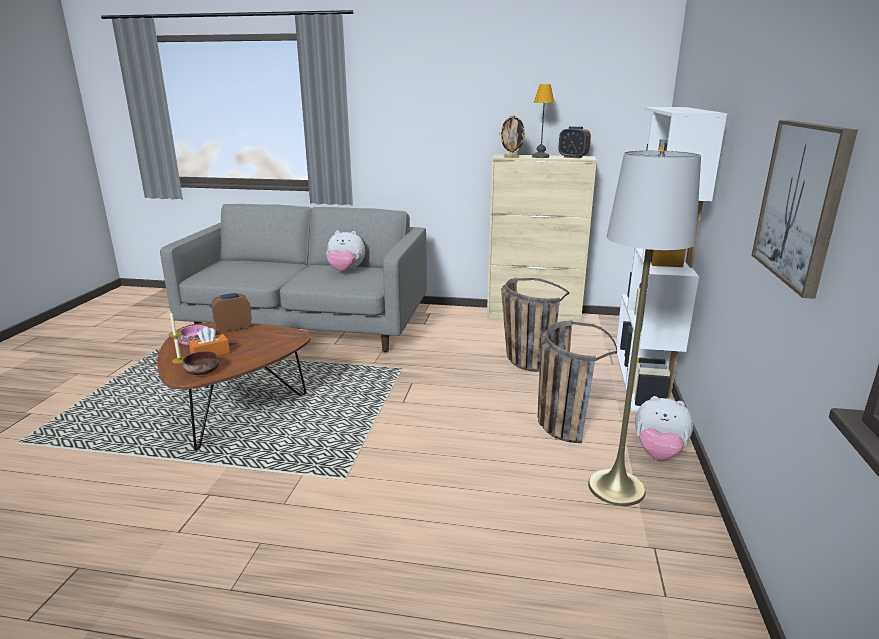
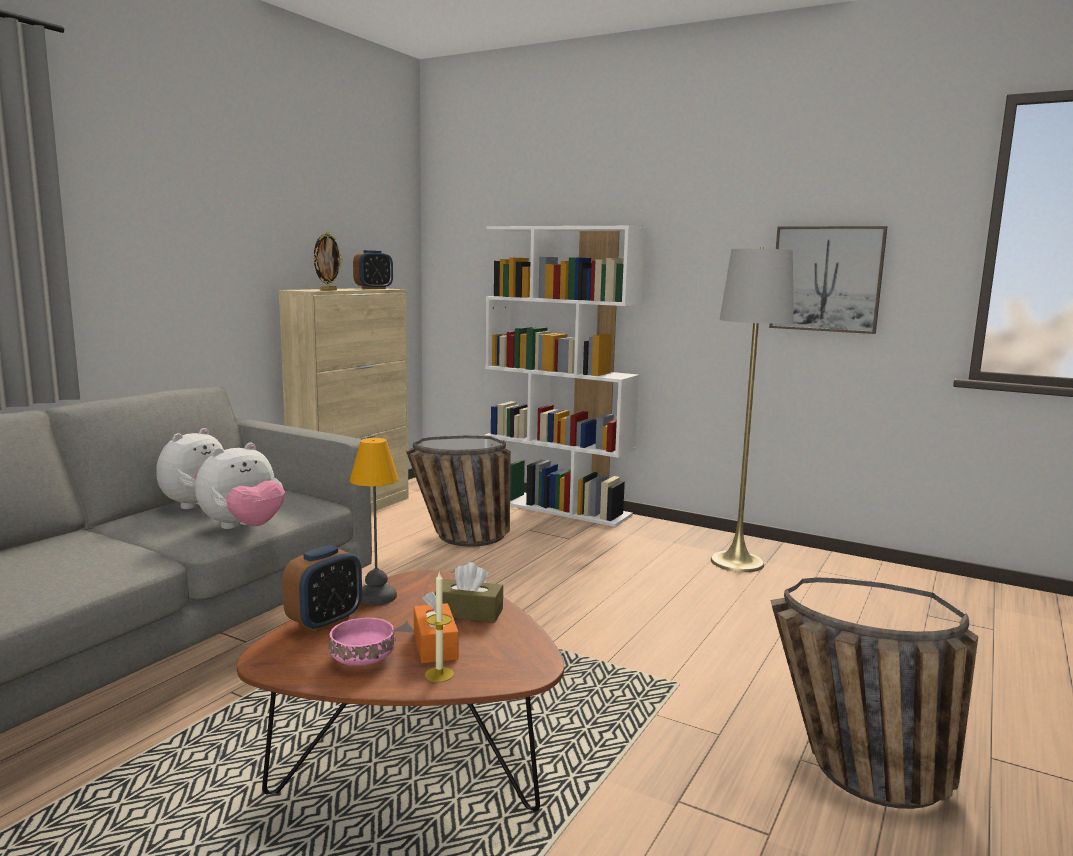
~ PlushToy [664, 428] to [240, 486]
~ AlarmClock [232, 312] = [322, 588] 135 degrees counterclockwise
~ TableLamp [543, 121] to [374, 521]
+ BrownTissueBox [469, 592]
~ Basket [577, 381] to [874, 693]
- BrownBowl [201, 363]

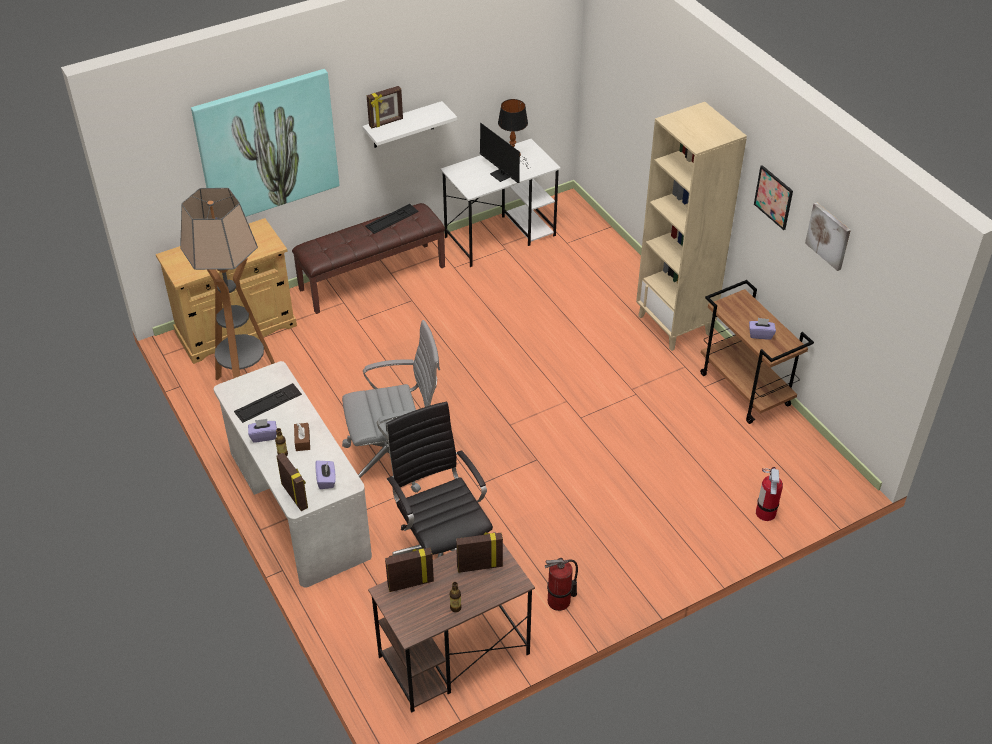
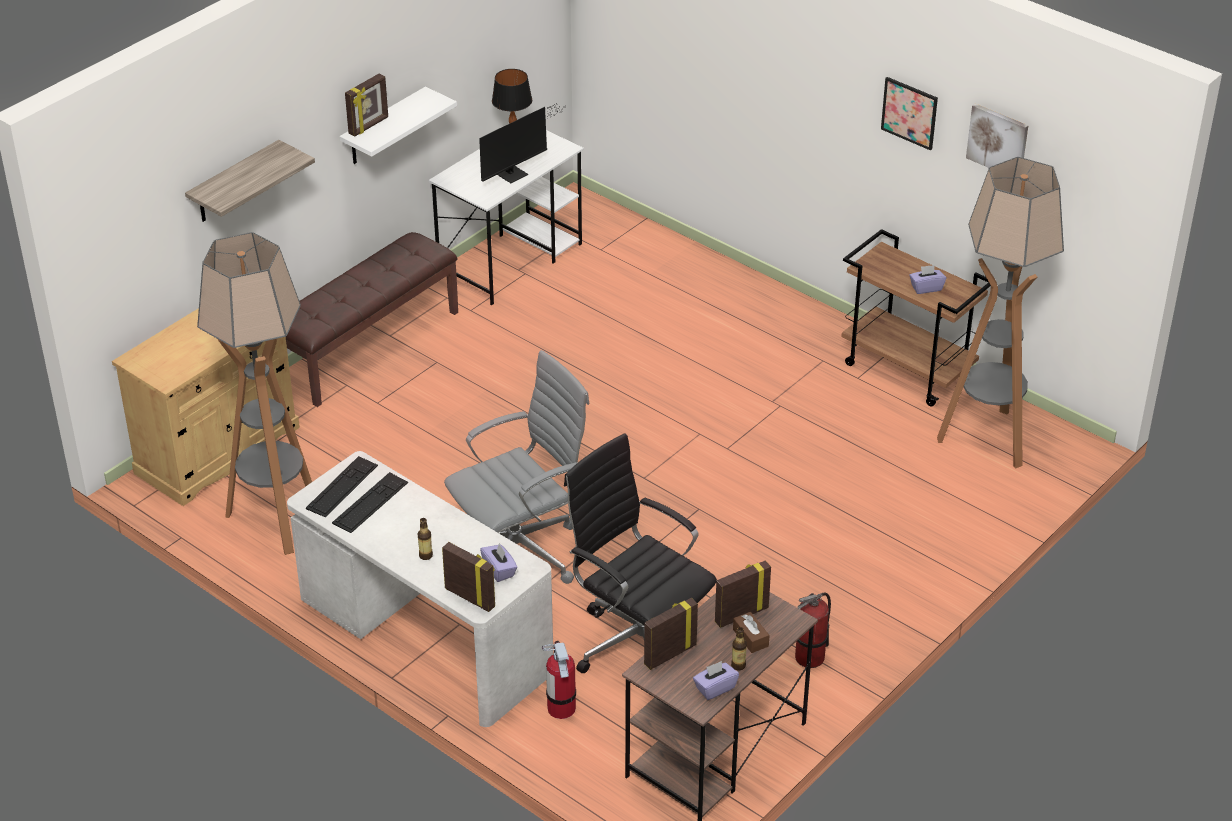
~ Picture [265, 143] to Shelf [250, 181]
~ Keyboard [392, 219] to [342, 486]
~ Monitor [503, 153] = [520, 143] 75 degrees counterclockwise
~ FireExtinguisher [769, 494] to [559, 680]
~ PurpleTissueBox [262, 431] to [716, 680]
~ BrownTissueBox [302, 437] to [751, 632]
+ FloorLamp [1000, 312]
- BeigeBookcase [691, 226]

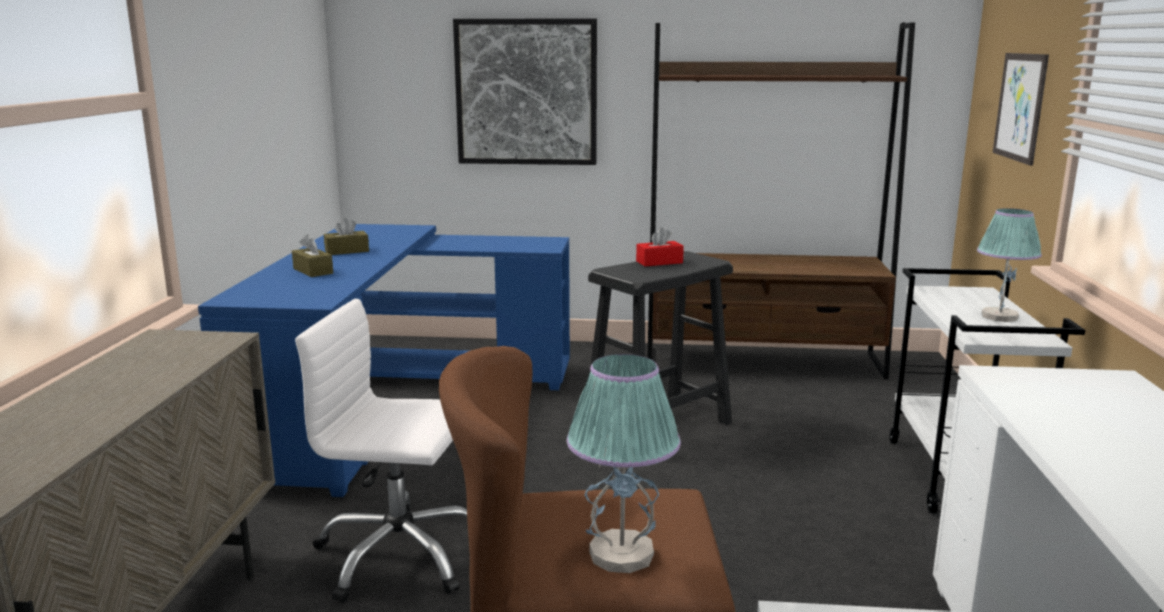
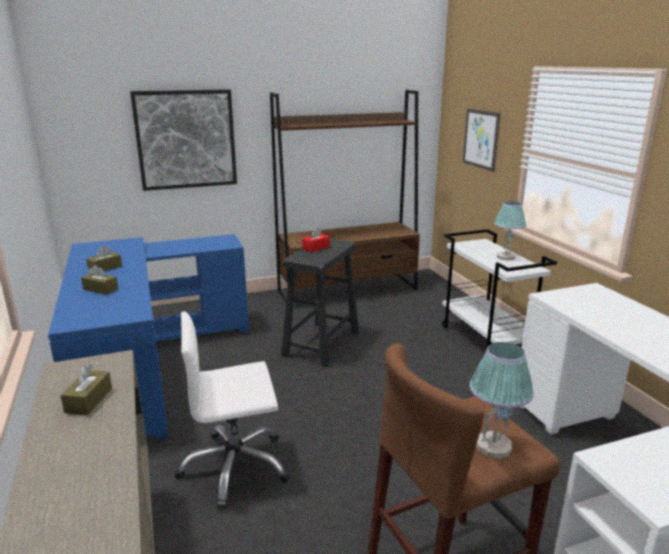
+ BrownTissueBox [86, 389]

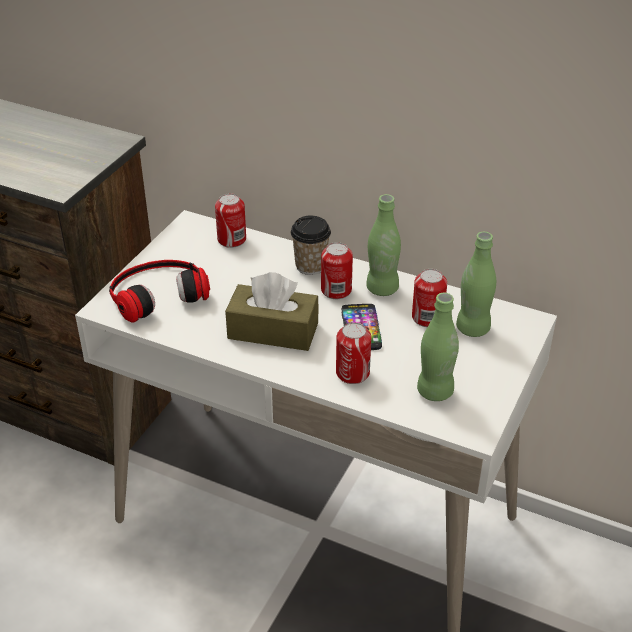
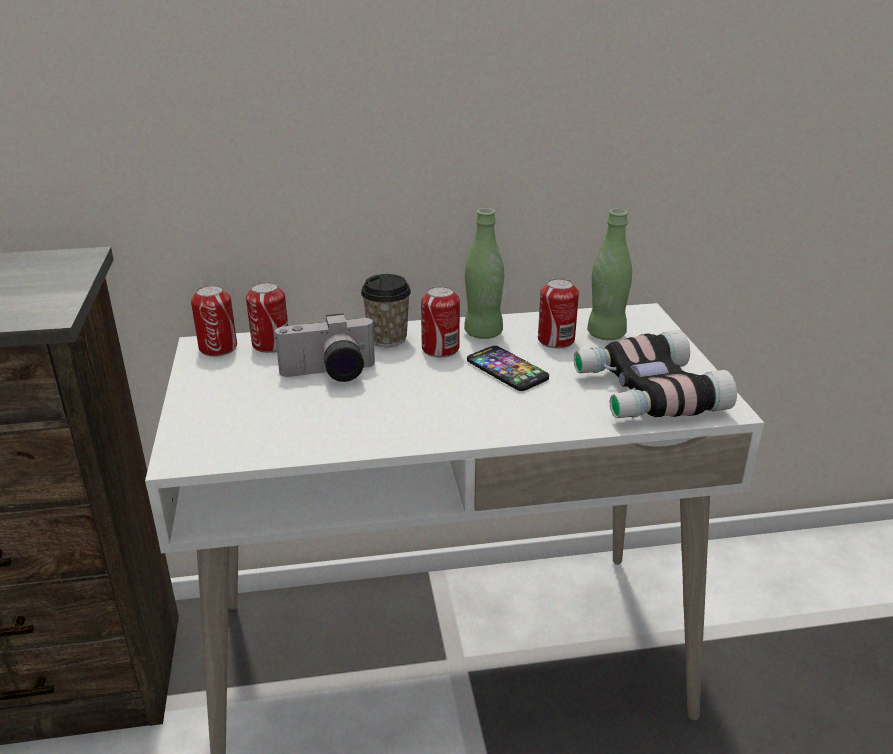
~ Can [353, 353] to [214, 320]
+ PhotoCamera [325, 347]
~ GreenBottle [438, 347] to Binoculars [655, 374]
- Headphones [159, 291]
- BrownTissueBox [272, 311]

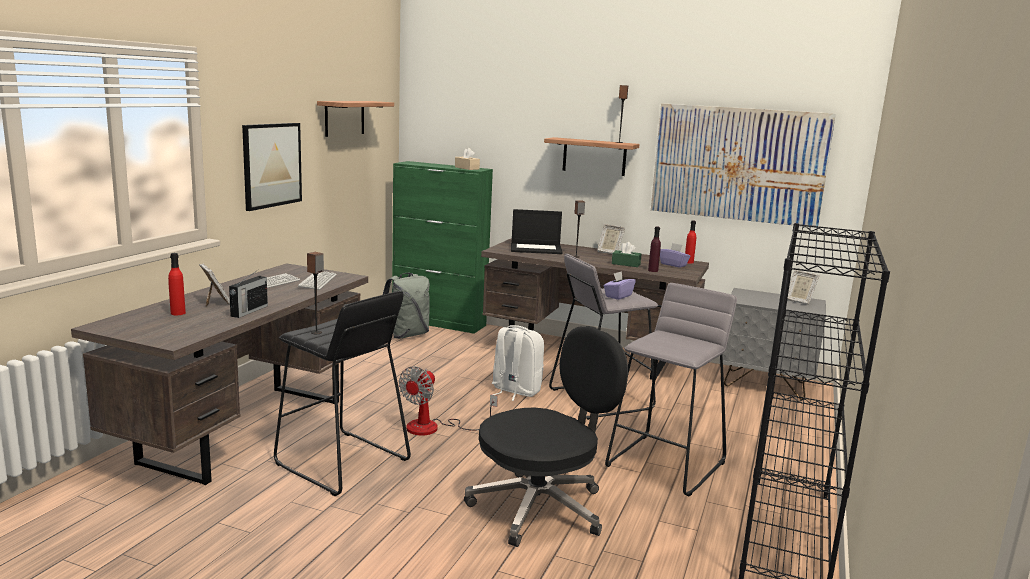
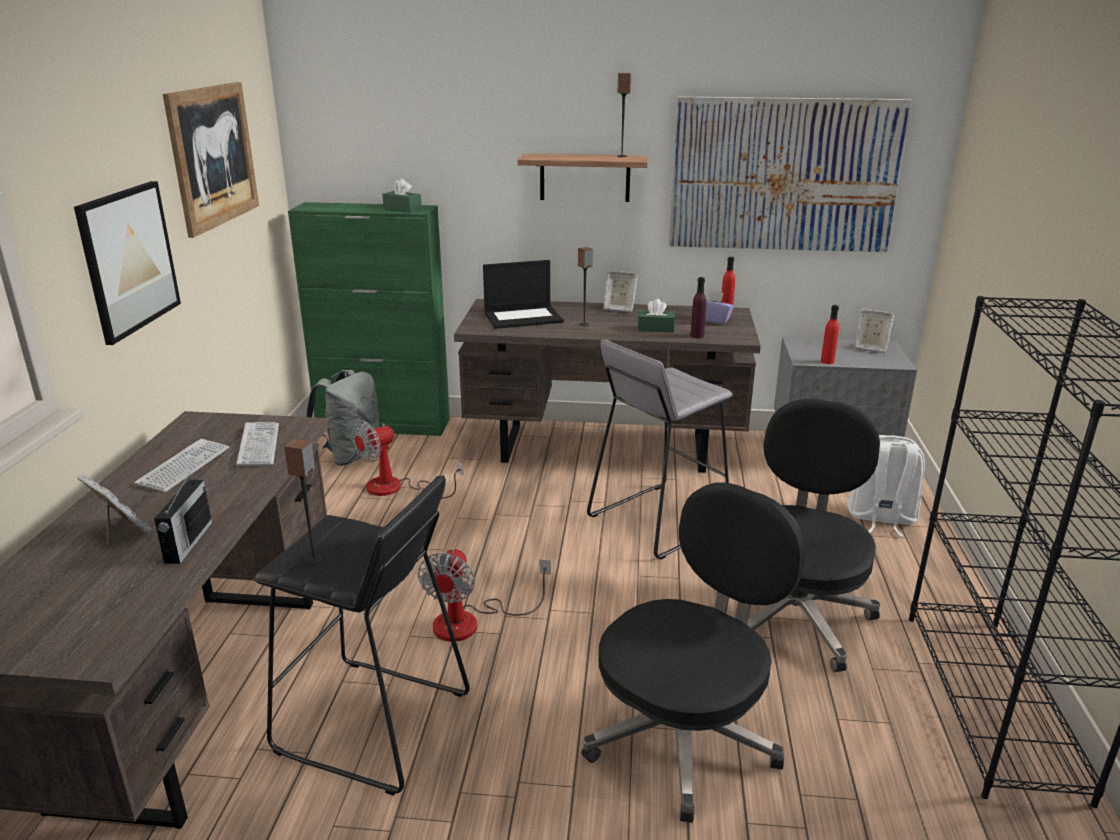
~ Shelf [355, 119] to Picture [211, 160]
+ Fan [407, 459]
~ BeigeTissueBox [467, 159] to GreenTissueBox [402, 196]
~ GreyStool [671, 390] to BlackOfficeChair [813, 535]
~ RedBottle [177, 284] to [830, 334]
~ WhiteBackpack [518, 363] to [886, 486]
- PurpleTissueBox [620, 285]

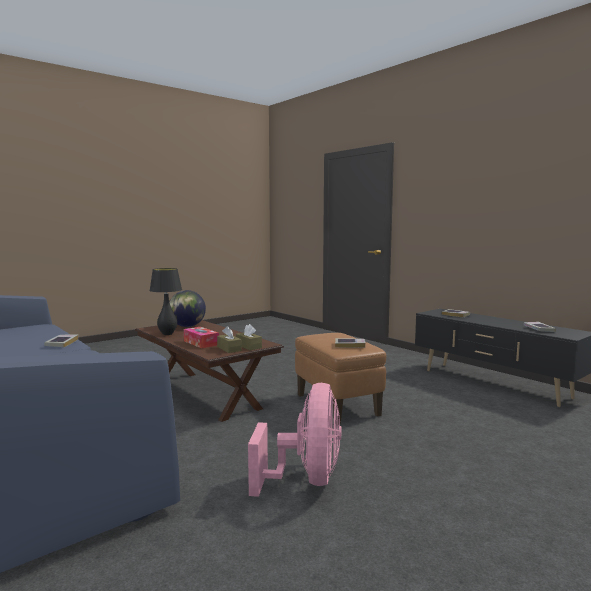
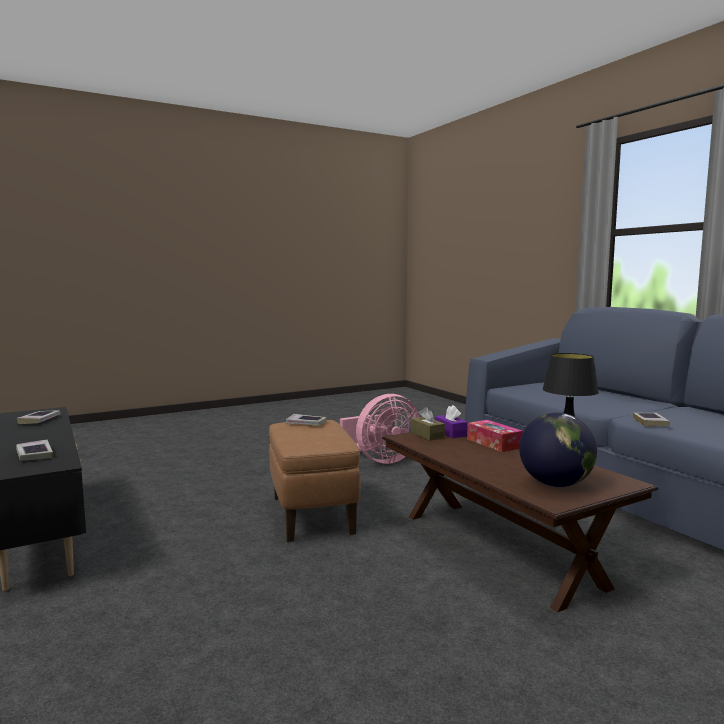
~ PinkFan [294, 440] = [379, 429] 135 degrees counterclockwise
~ BrownTissueBox [229, 339] to PurpleTissueBox [451, 421]

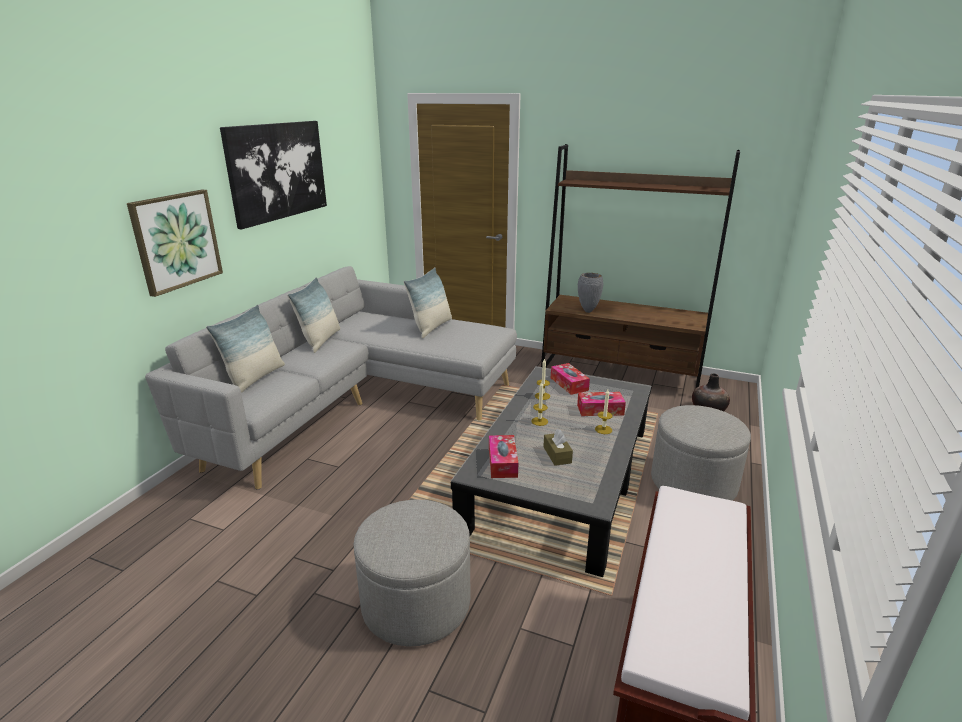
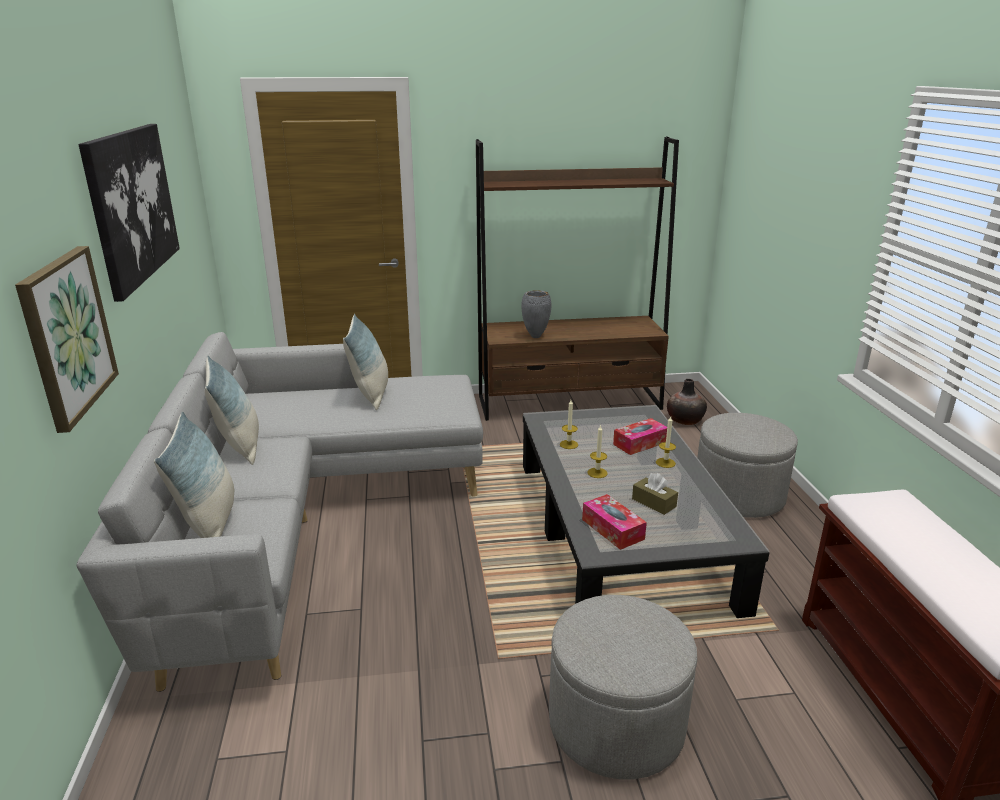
- TissueBox [570, 379]

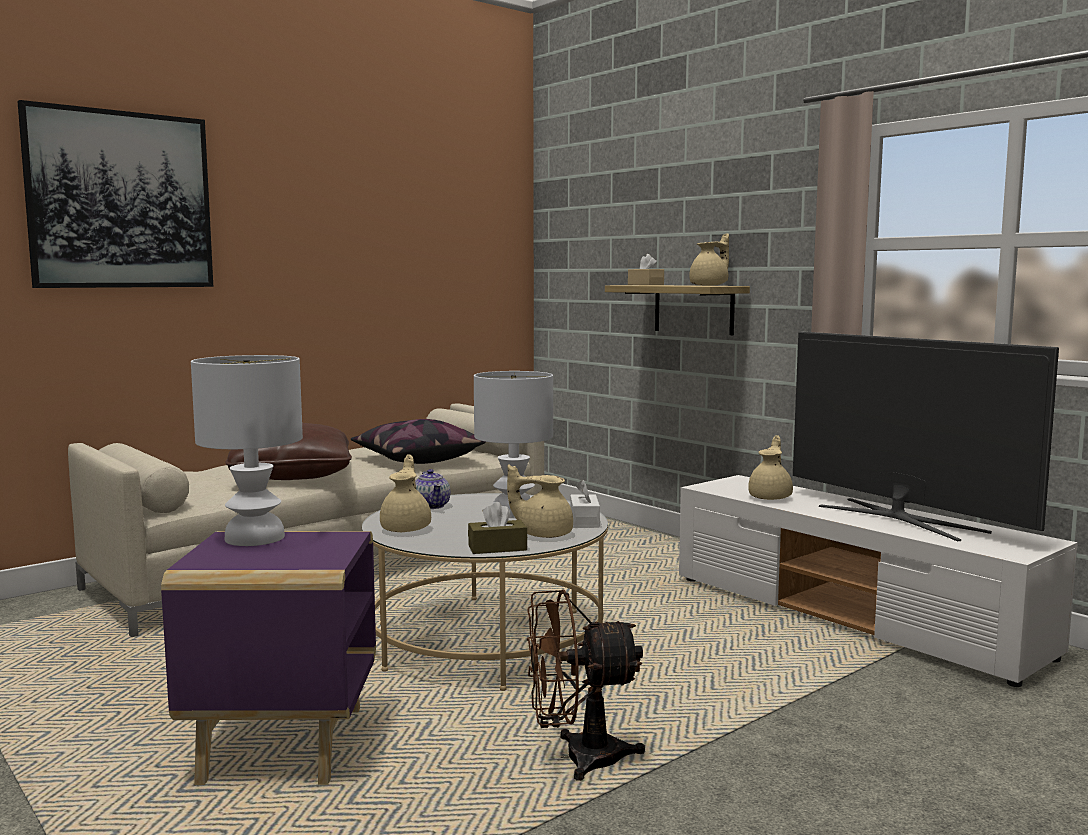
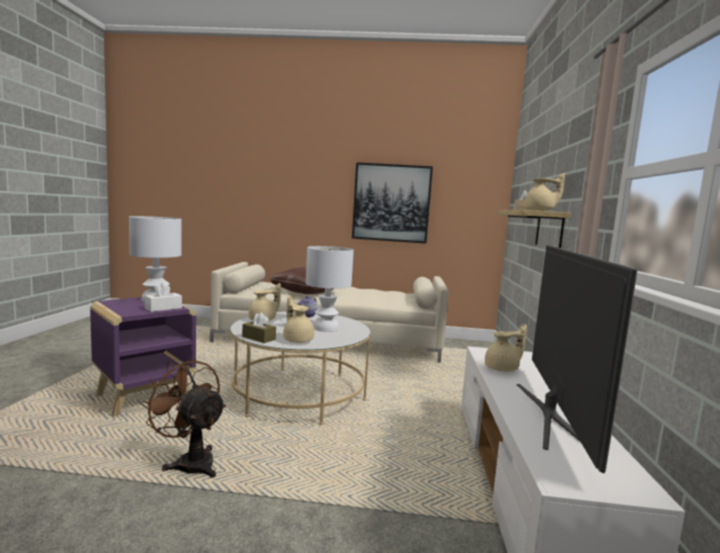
~ WhiteTissueBox [585, 503] to [163, 297]
~ Picture [115, 194] to [392, 202]
- Pillow [418, 441]

